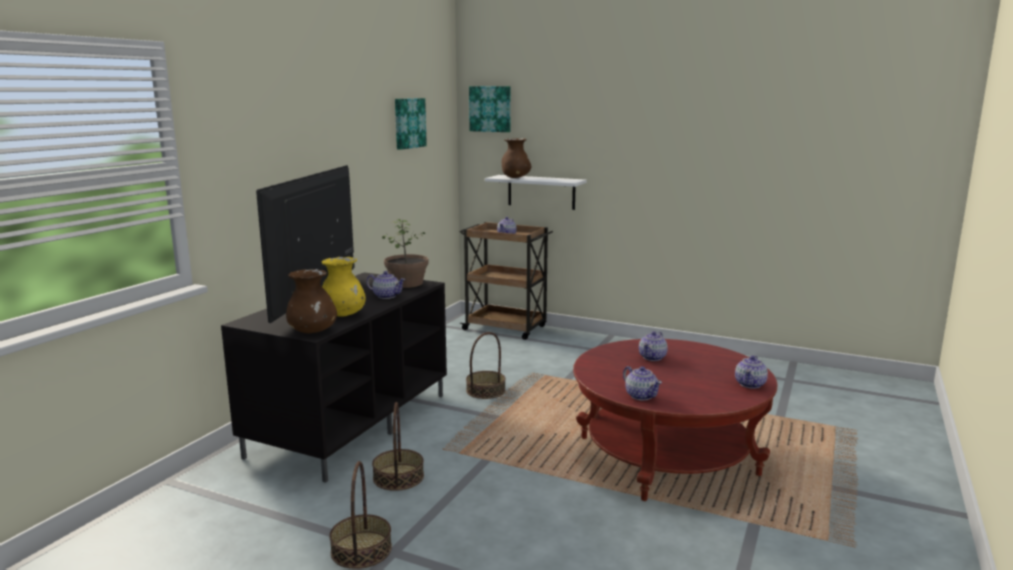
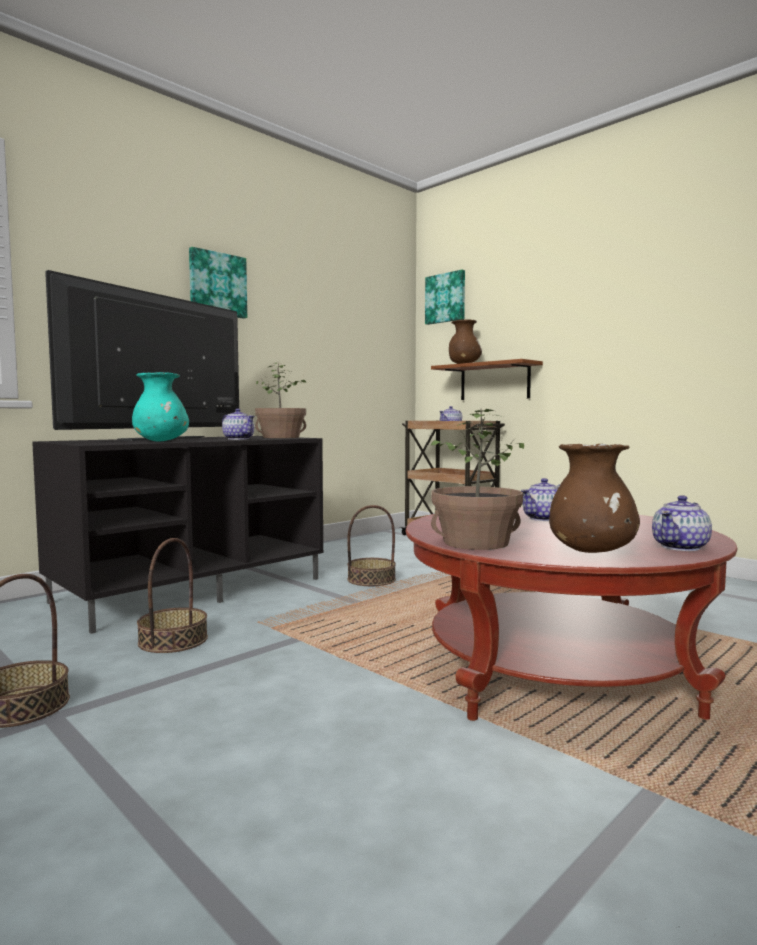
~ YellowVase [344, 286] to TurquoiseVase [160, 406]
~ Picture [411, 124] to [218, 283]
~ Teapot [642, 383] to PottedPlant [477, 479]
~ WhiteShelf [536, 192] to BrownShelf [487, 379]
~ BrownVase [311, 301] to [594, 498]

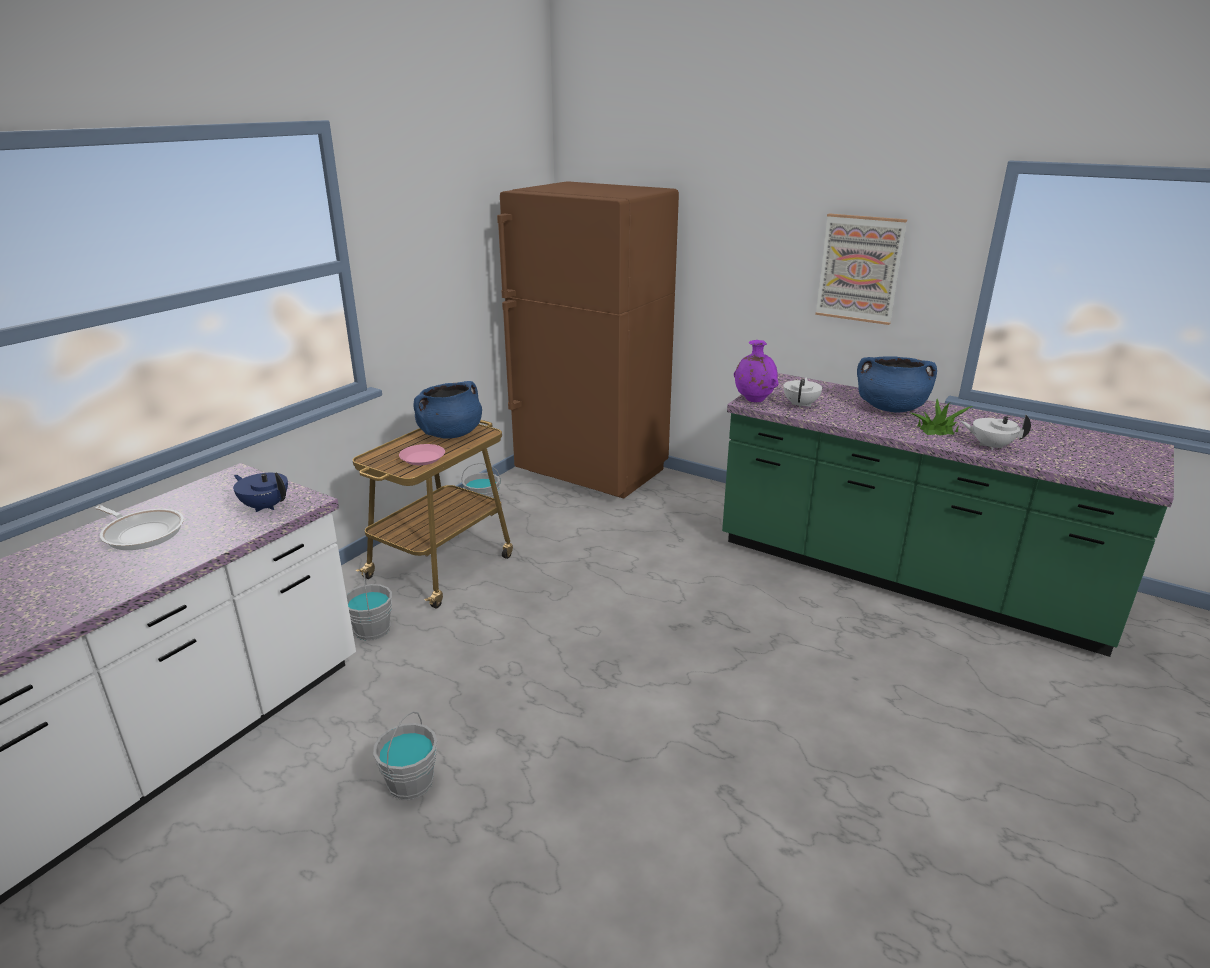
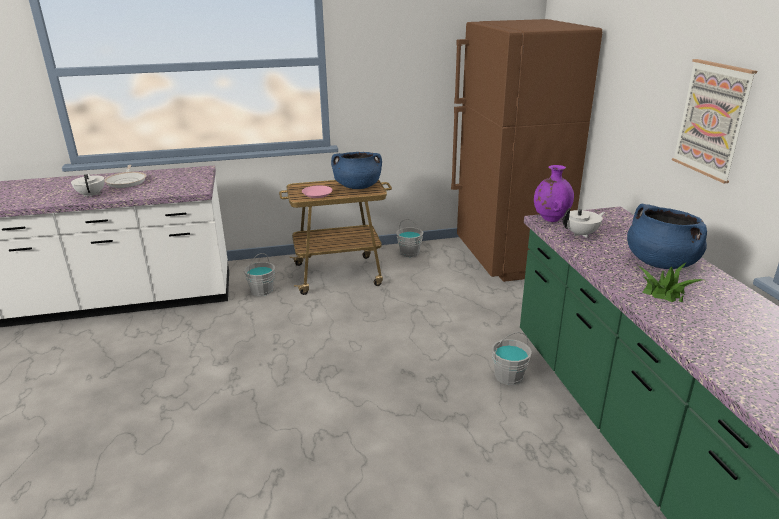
~ WhiteTeapot [995, 432] to [88, 186]
~ GreyBucket [405, 756] to [512, 358]
- BlueTeapot [260, 492]

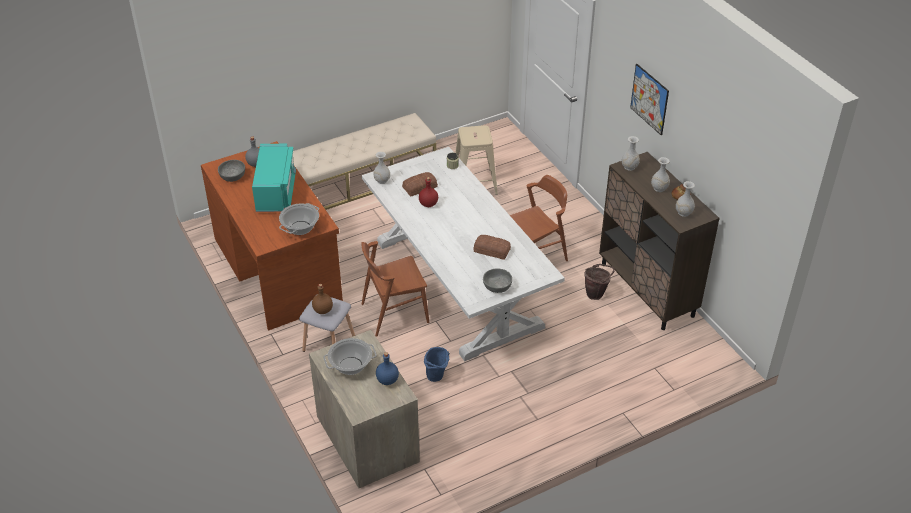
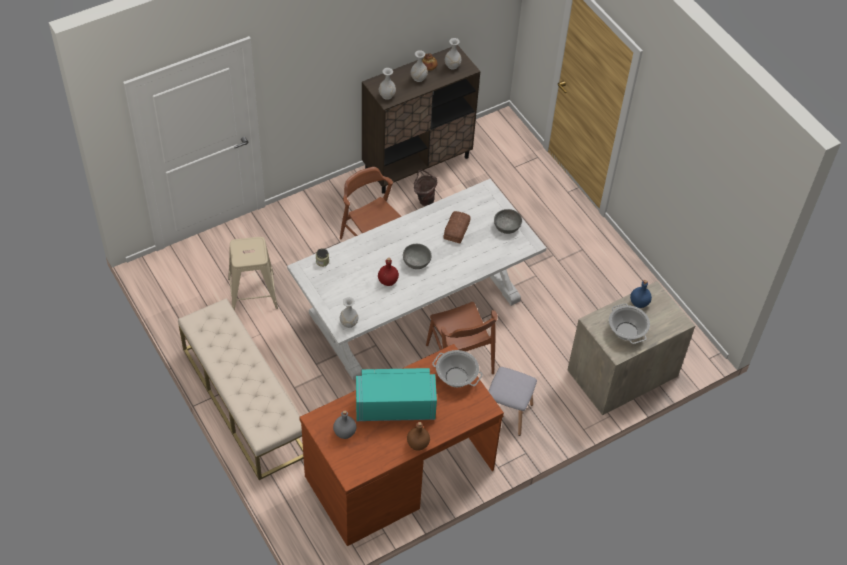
~ GreyBowl [231, 171] to [417, 256]
~ BrownBottle [322, 299] to [418, 436]
- Bread [420, 184]
- BlueBucket [437, 364]
- Picture [649, 99]

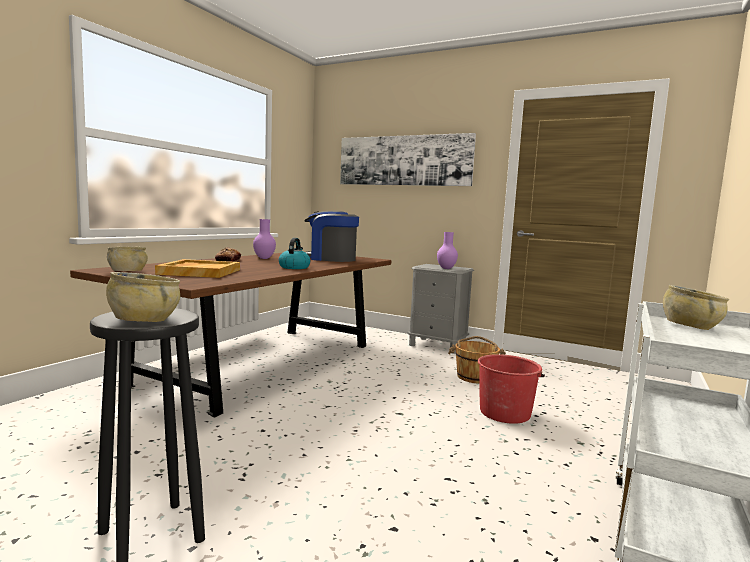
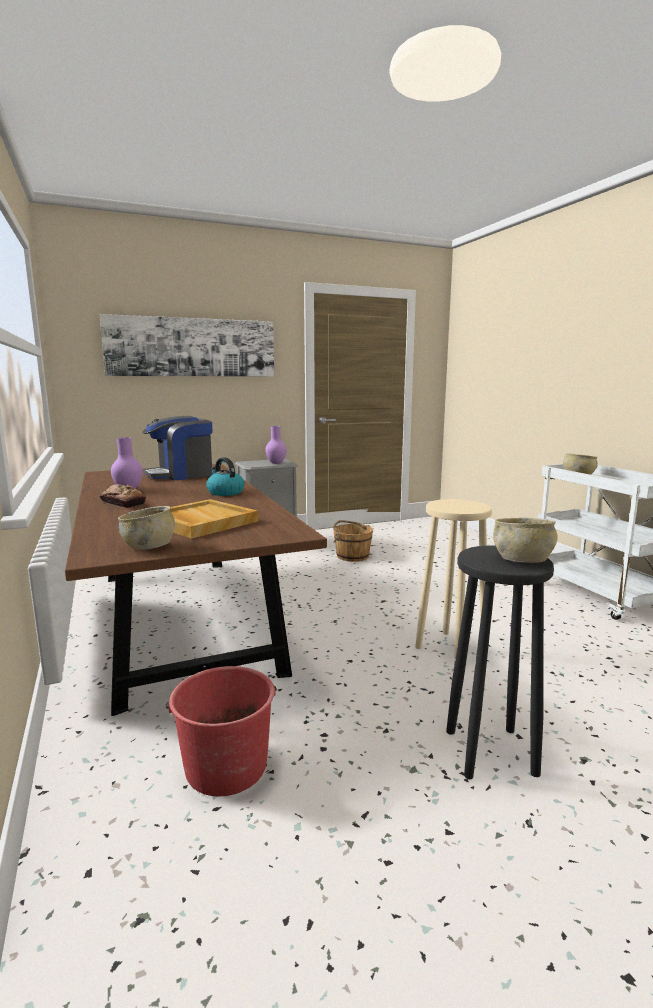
~ RedBucket [511, 389] to [221, 731]
+ BeigeStool [453, 582]

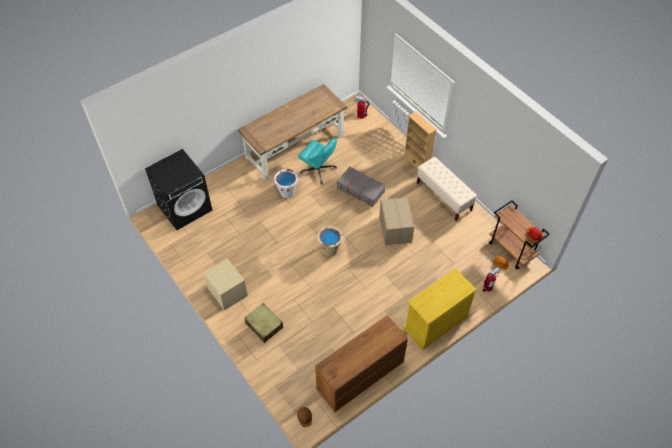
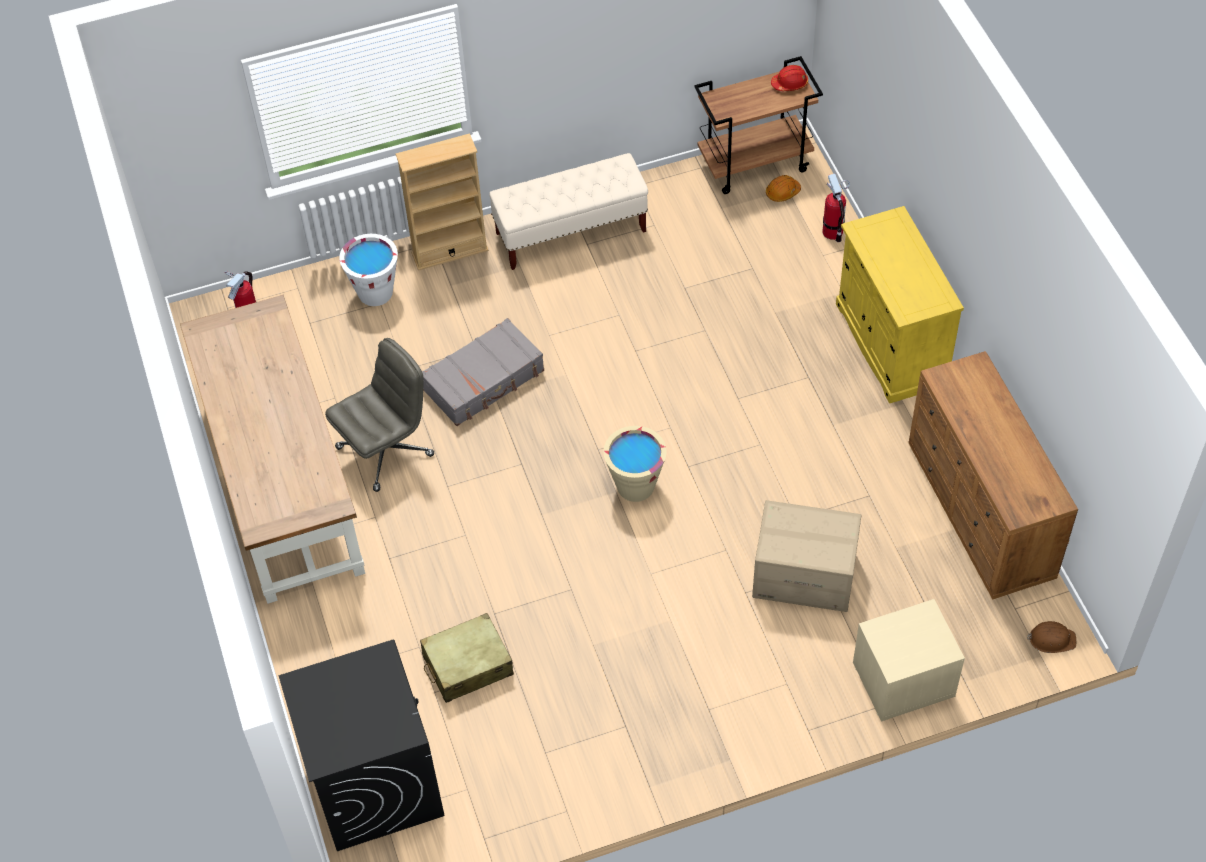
~ TurquoiseOfficeChair [317, 161] to GreyOfficeChair [379, 415]
~ WhiteBucket [286, 183] to [368, 270]
~ BeigeSuitcase [263, 323] to [467, 658]
~ CardboardBox [396, 221] to [807, 556]
~ BeigeNightstand [225, 284] to [909, 660]

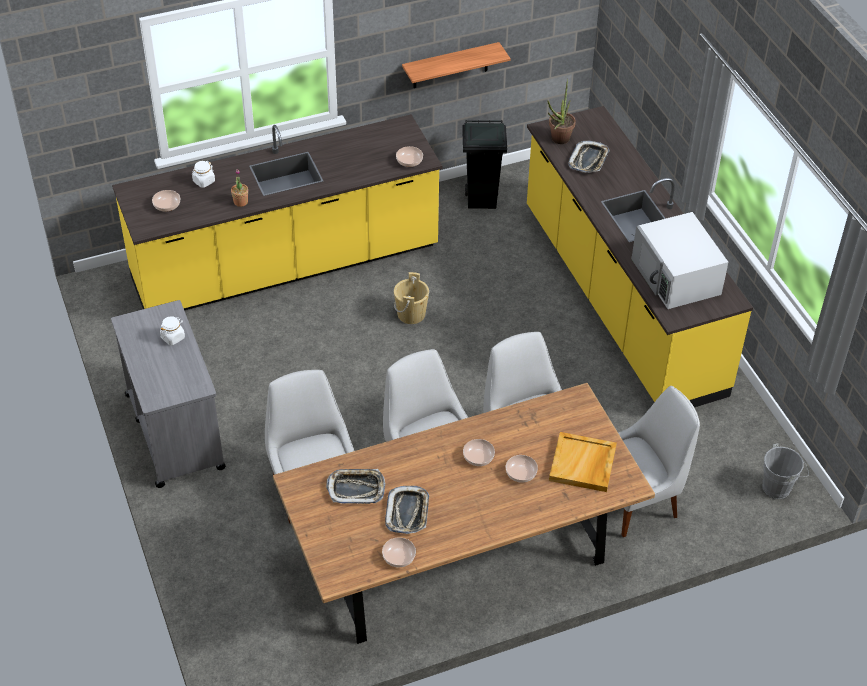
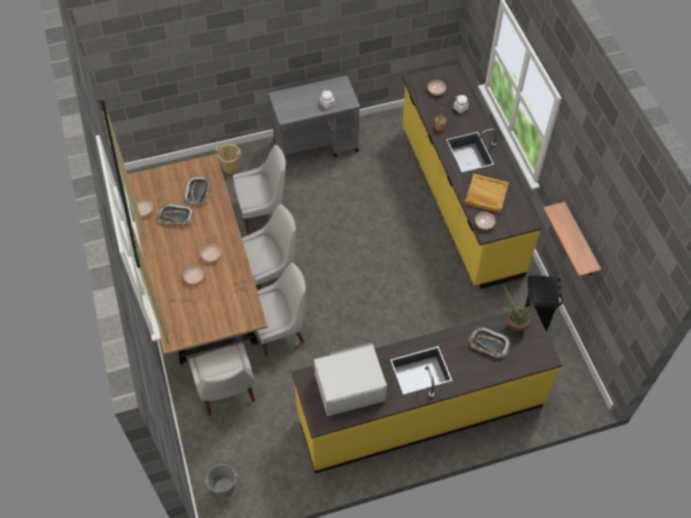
~ BeigeBucket [411, 298] to [229, 159]
~ BeigeTray [583, 462] to [487, 193]

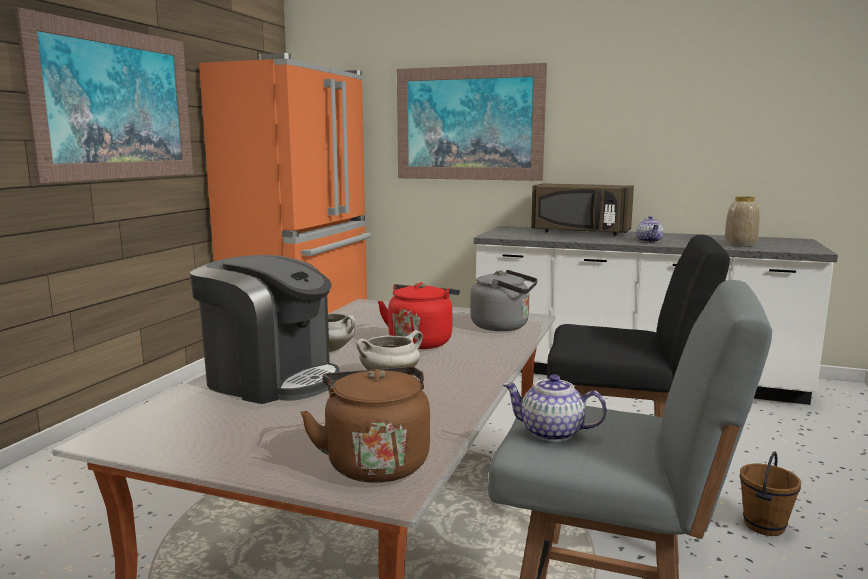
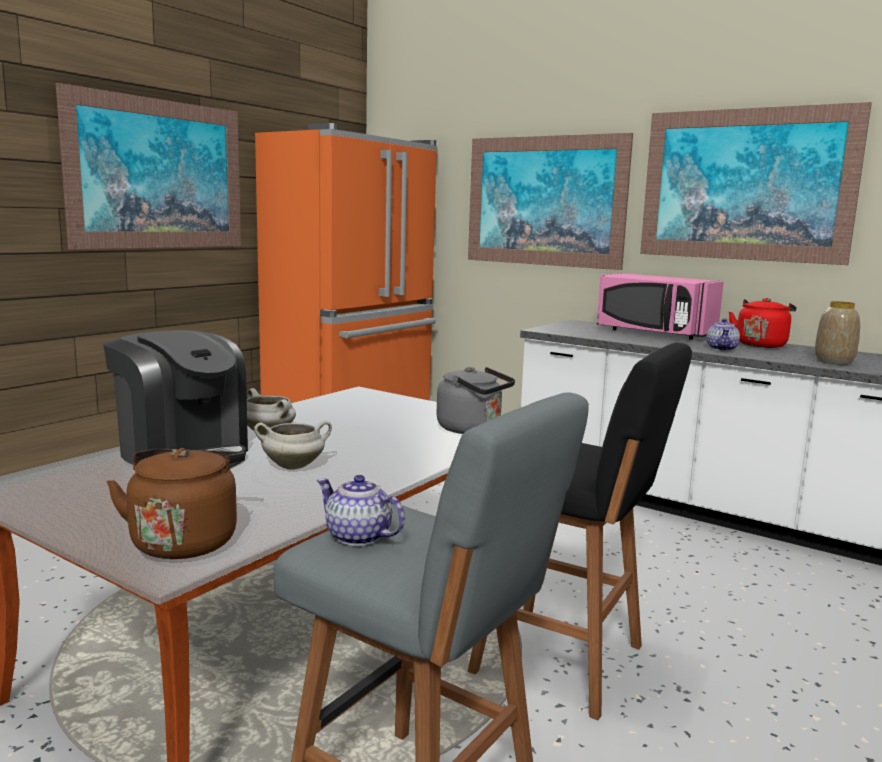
~ BrownMicrowave [582, 210] to PinkMicrowave [660, 306]
+ Picture [756, 183]
~ RedKettle [419, 315] to [762, 323]
- BrownBucket [770, 493]

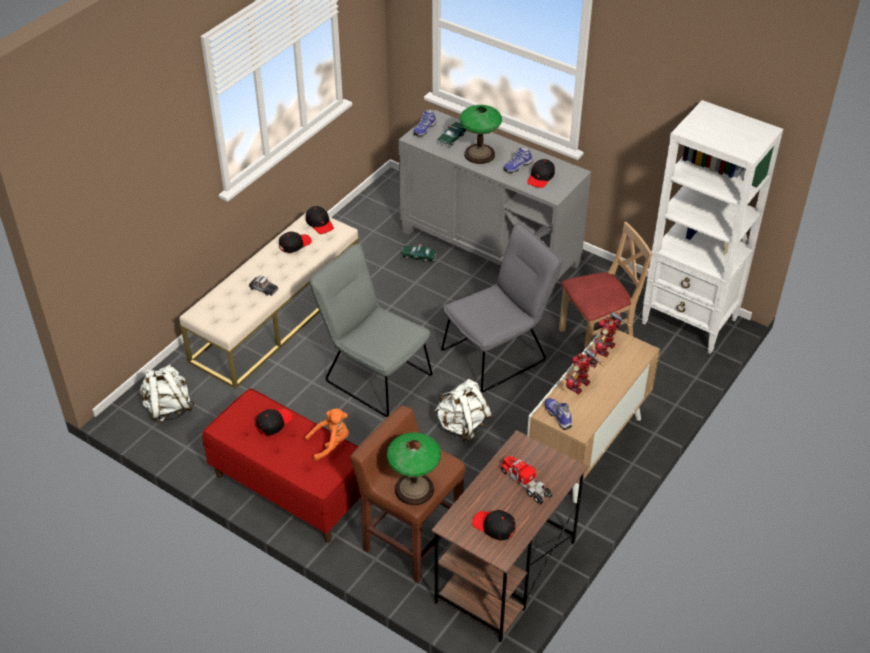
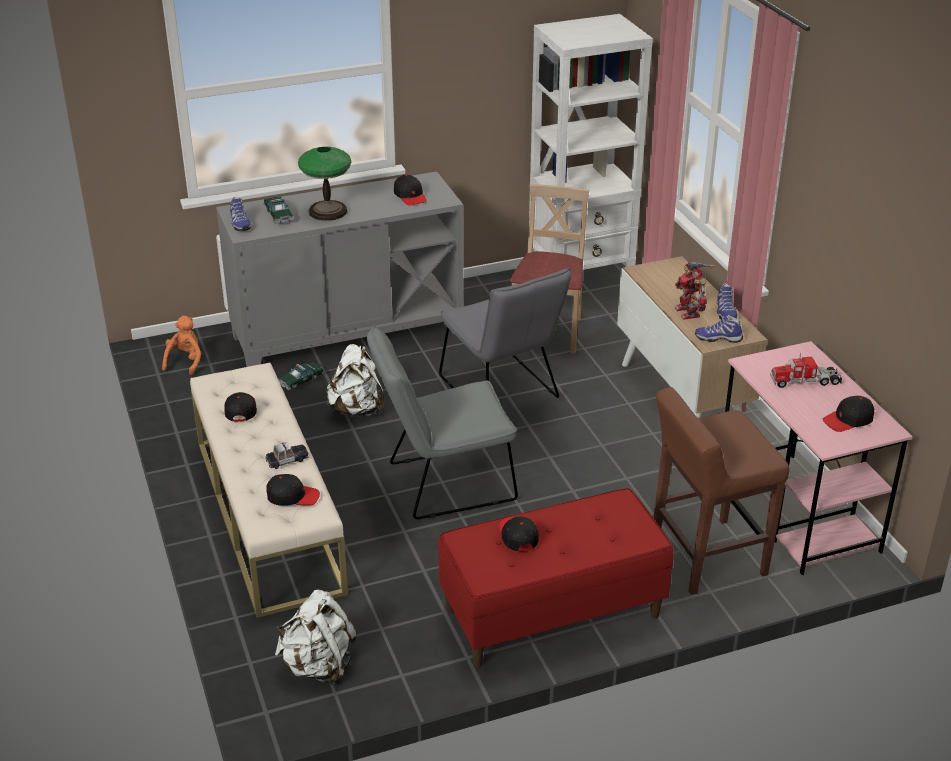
~ OrangePlushToy [327, 434] to [181, 345]
~ BlackCap [320, 220] to [293, 490]
~ WhiteBackpack [464, 410] to [355, 380]
~ GreyChair [501, 307] = [505, 333] 150 degrees clockwise
~ Shoe [518, 160] to [727, 301]
~ BrownDesk [510, 536] to PinkDesk [819, 458]
- TableLamp [414, 468]
- ToyRobot [612, 334]

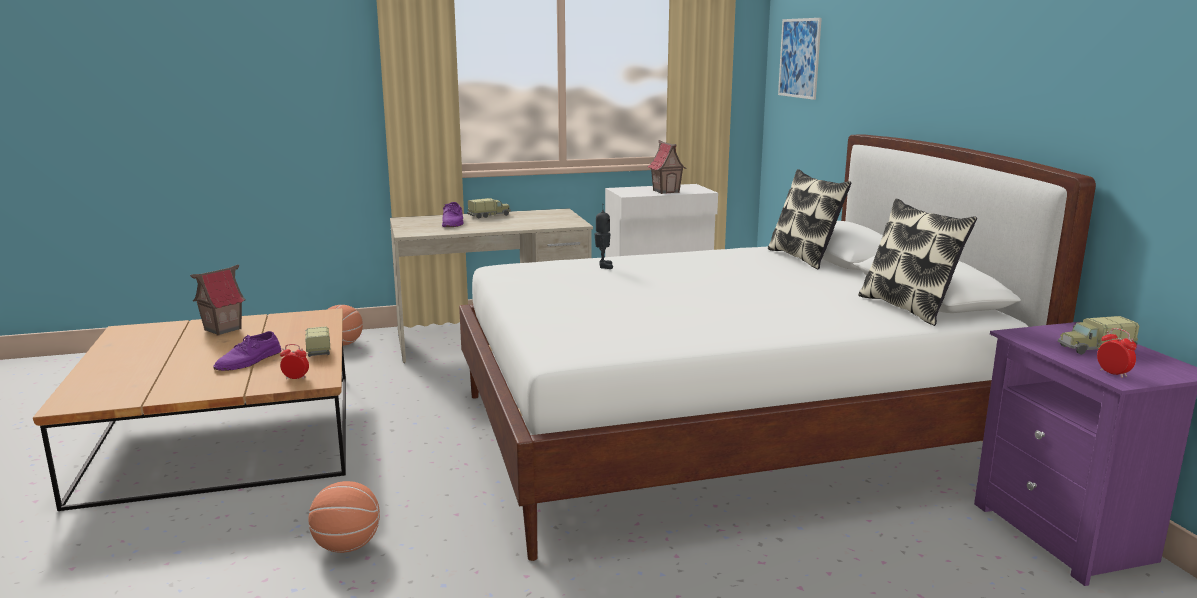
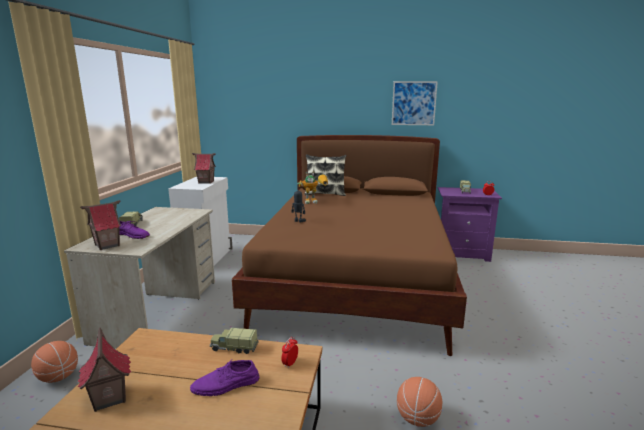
+ ToyHouse [100, 225]
~ PurpleShoe [247, 351] = [224, 378] 105 degrees clockwise
~ WhiteBed [777, 347] to BrownBed [349, 245]
+ ToyRobot [313, 187]
~ Picture [800, 59] to [415, 103]
- Pillow [917, 262]

